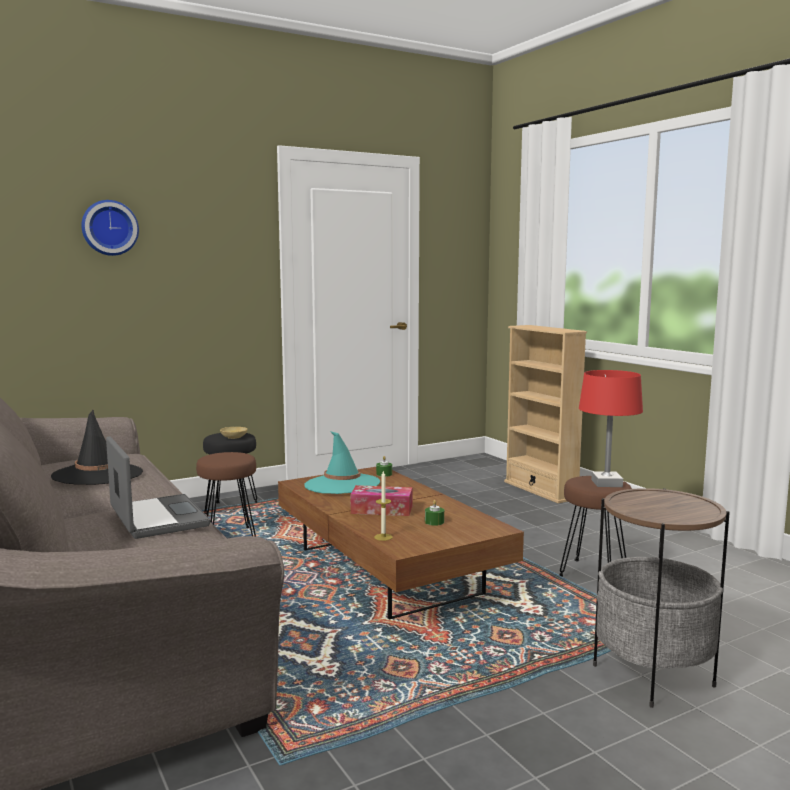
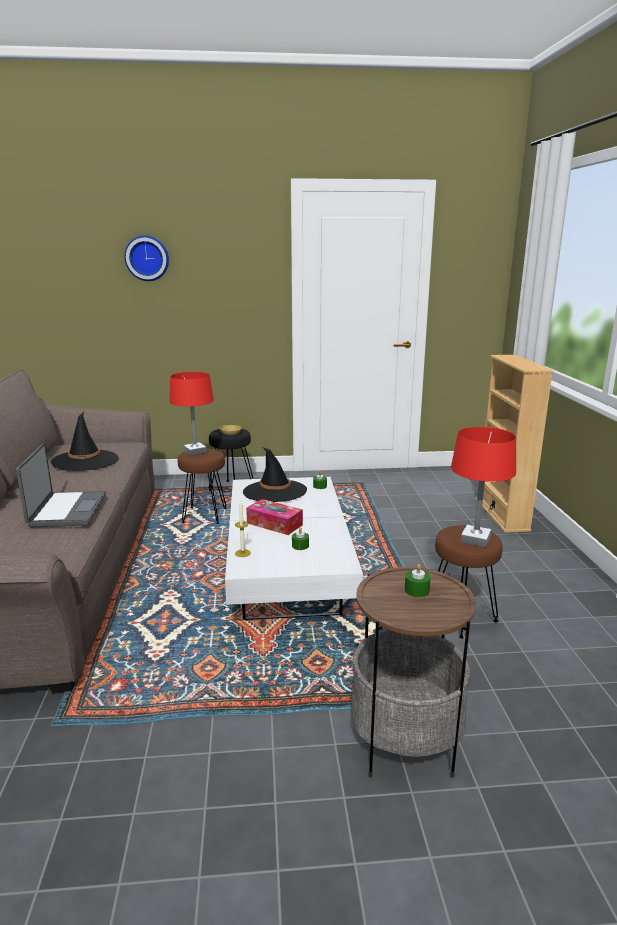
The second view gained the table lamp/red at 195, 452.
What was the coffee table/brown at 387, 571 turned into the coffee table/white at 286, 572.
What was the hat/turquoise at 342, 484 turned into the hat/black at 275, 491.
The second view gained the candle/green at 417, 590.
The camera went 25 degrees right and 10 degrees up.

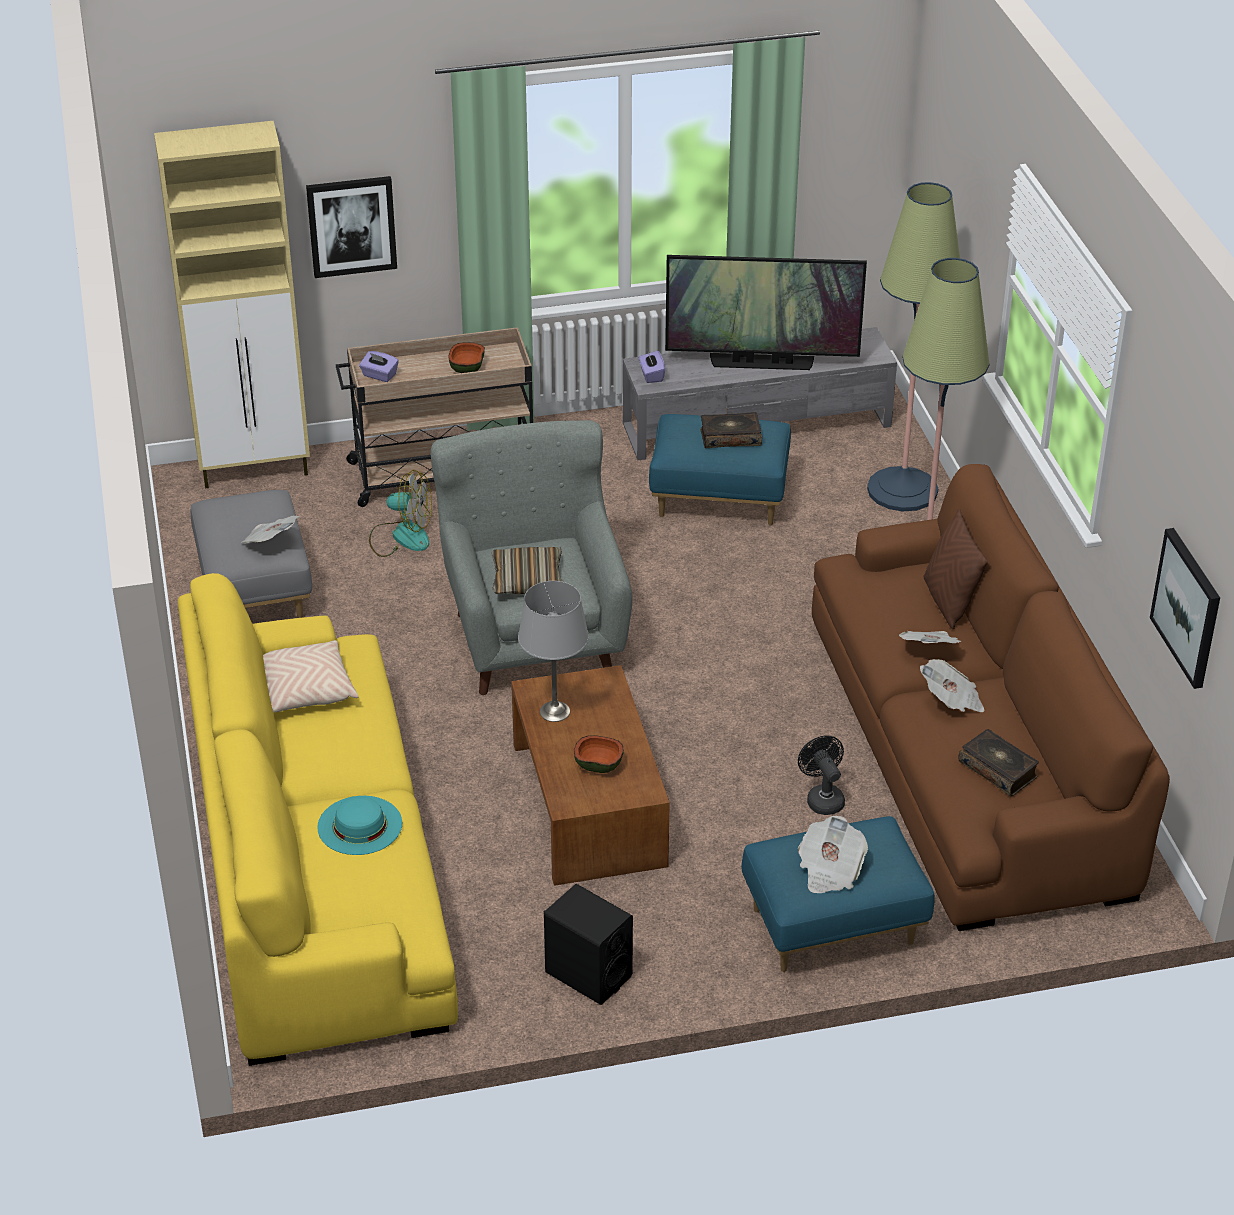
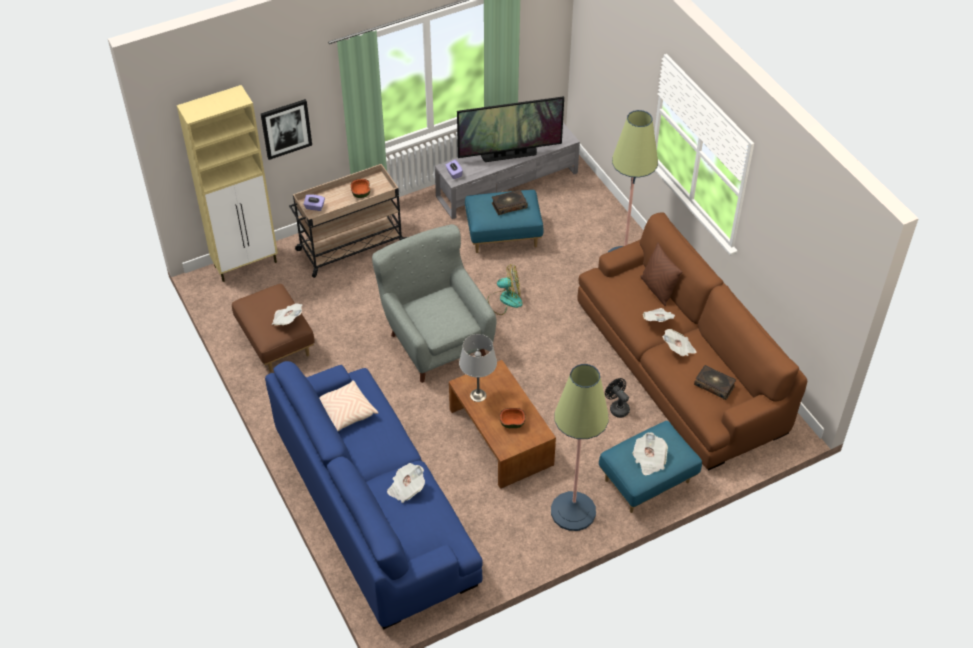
What was the ottoman/grey at 254, 590 turned into the ottoman/brown at 275, 342.
What was the sofa/yellow at 317, 867 turned into the sofa/blue at 374, 505.
Where the hat/turquoise stood at 359, 825, the newspaper came to stand at 406, 488.
The fan ended up elsewhere, having gone from 401, 537 to 505, 300.
The floor lamp ended up elsewhere, having gone from 902, 490 to 573, 511.
The second view lost the pillow at 527, 580.
The second view lost the speaker/black at 588, 974.
The second view lost the picture at 1188, 607.
The camera went 15 degrees left and 10 degrees up.

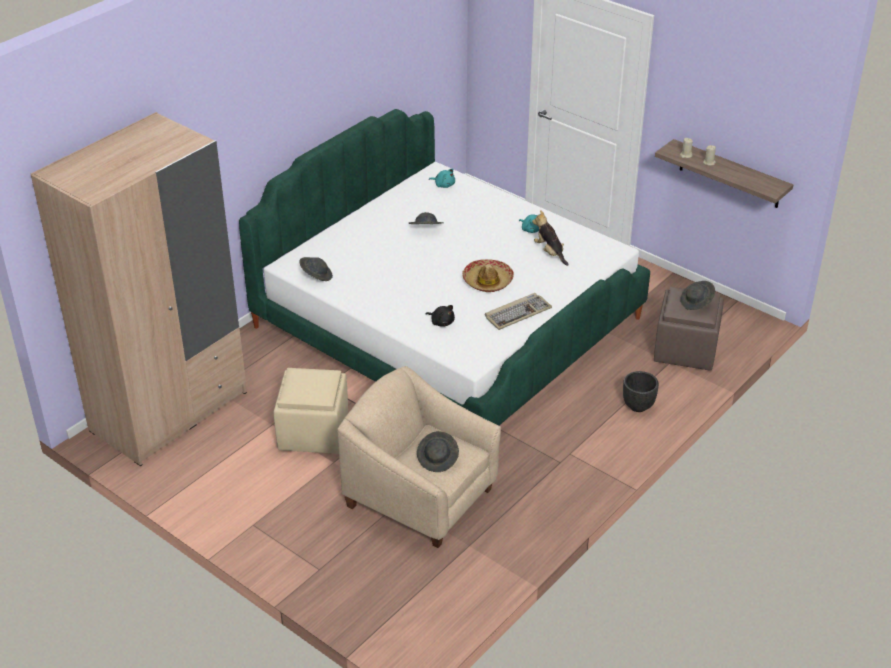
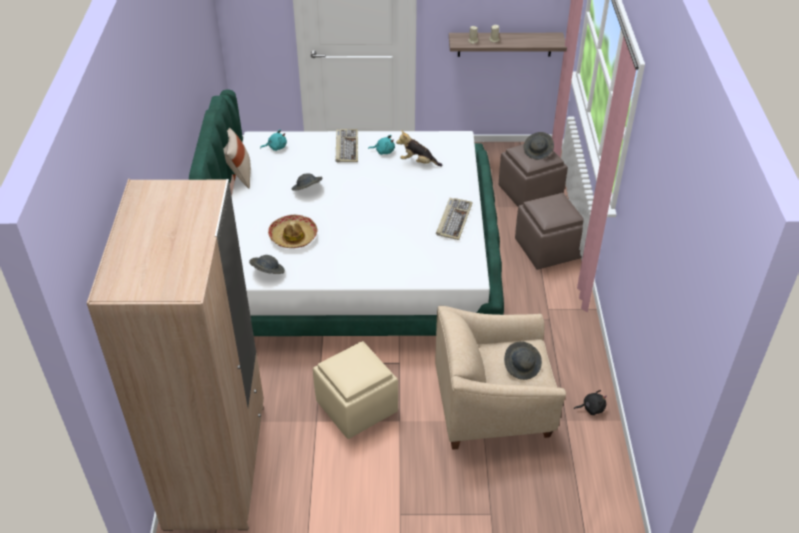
The second view gained the pillow/beige at 239, 175.
The hat ended up elsewhere, having gone from 487, 281 to 293, 236.
The second view gained the keyboard at 346, 147.
Where the planter/black stood at 638, 406, the ottoman/brown came to stand at 548, 249.
The plush toy/black ended up elsewhere, having gone from 441, 322 to 591, 408.
The camera went 40 degrees left and 5 degrees up.

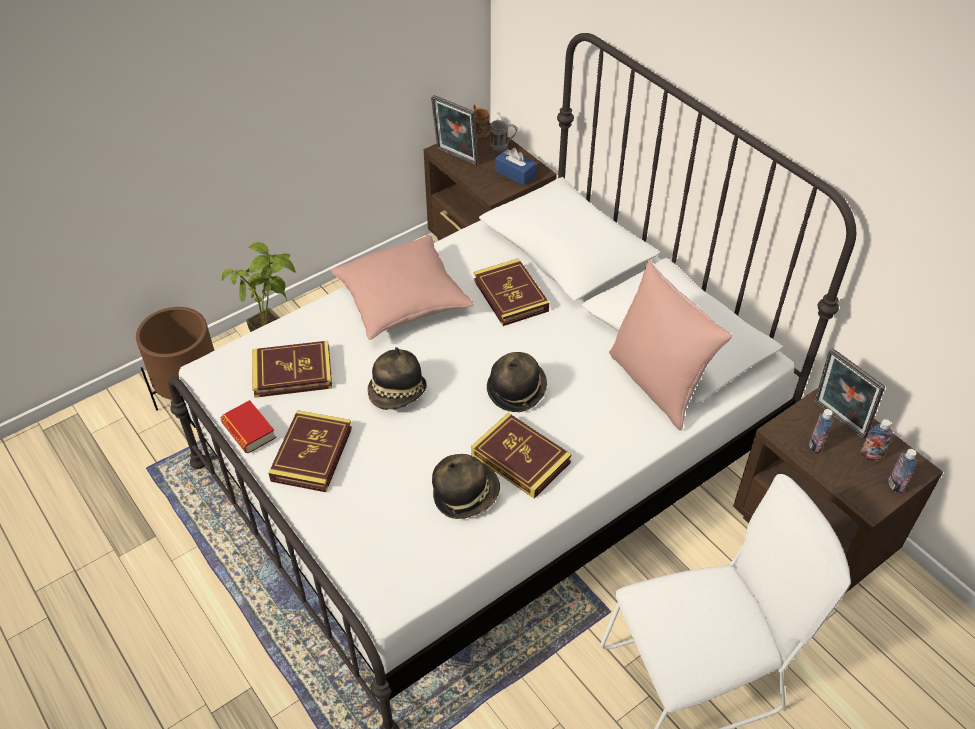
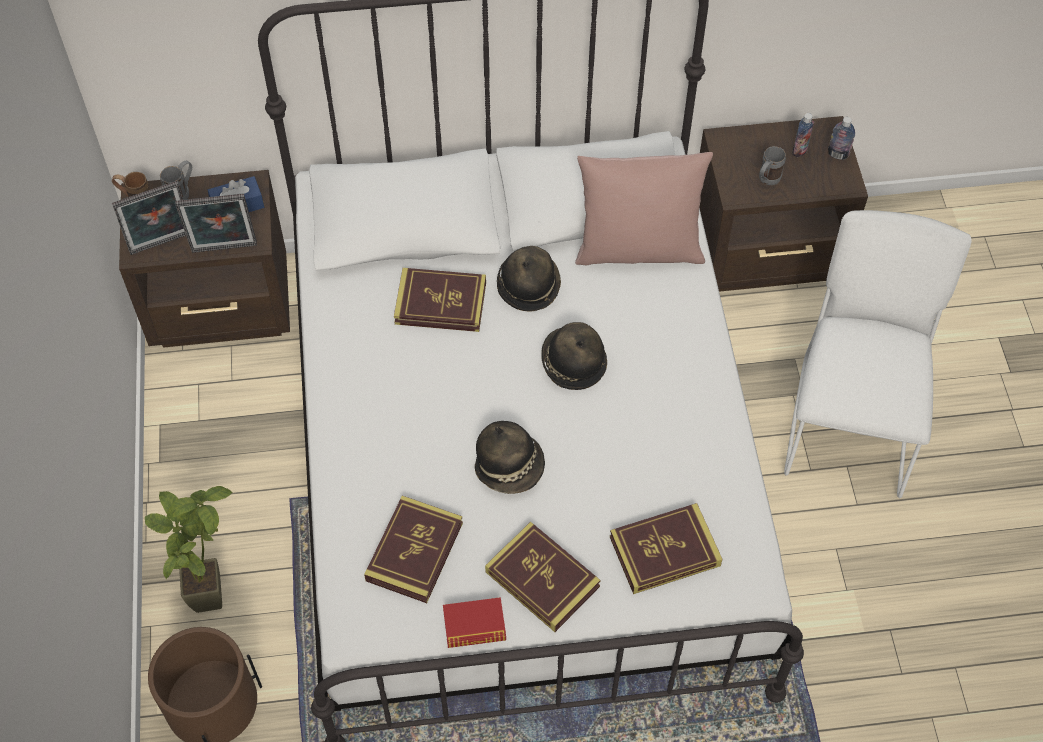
The picture frame ended up elsewhere, having gone from 837, 421 to 224, 250.
The hat ended up elsewhere, having gone from 465, 494 to 528, 285.
The book ended up elsewhere, having gone from 520, 458 to 664, 551.
Where the bottle stood at 815, 445, the mug/grey came to stand at 766, 180.
The second view lost the pillow/pink at 402, 300.
The camera went 60 degrees left and 10 degrees up.

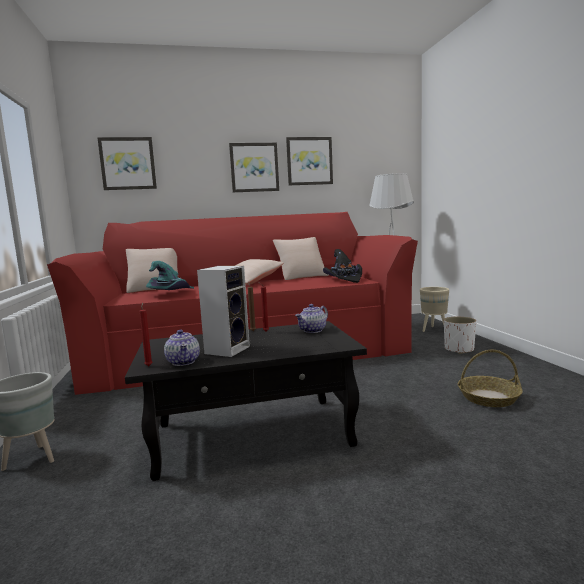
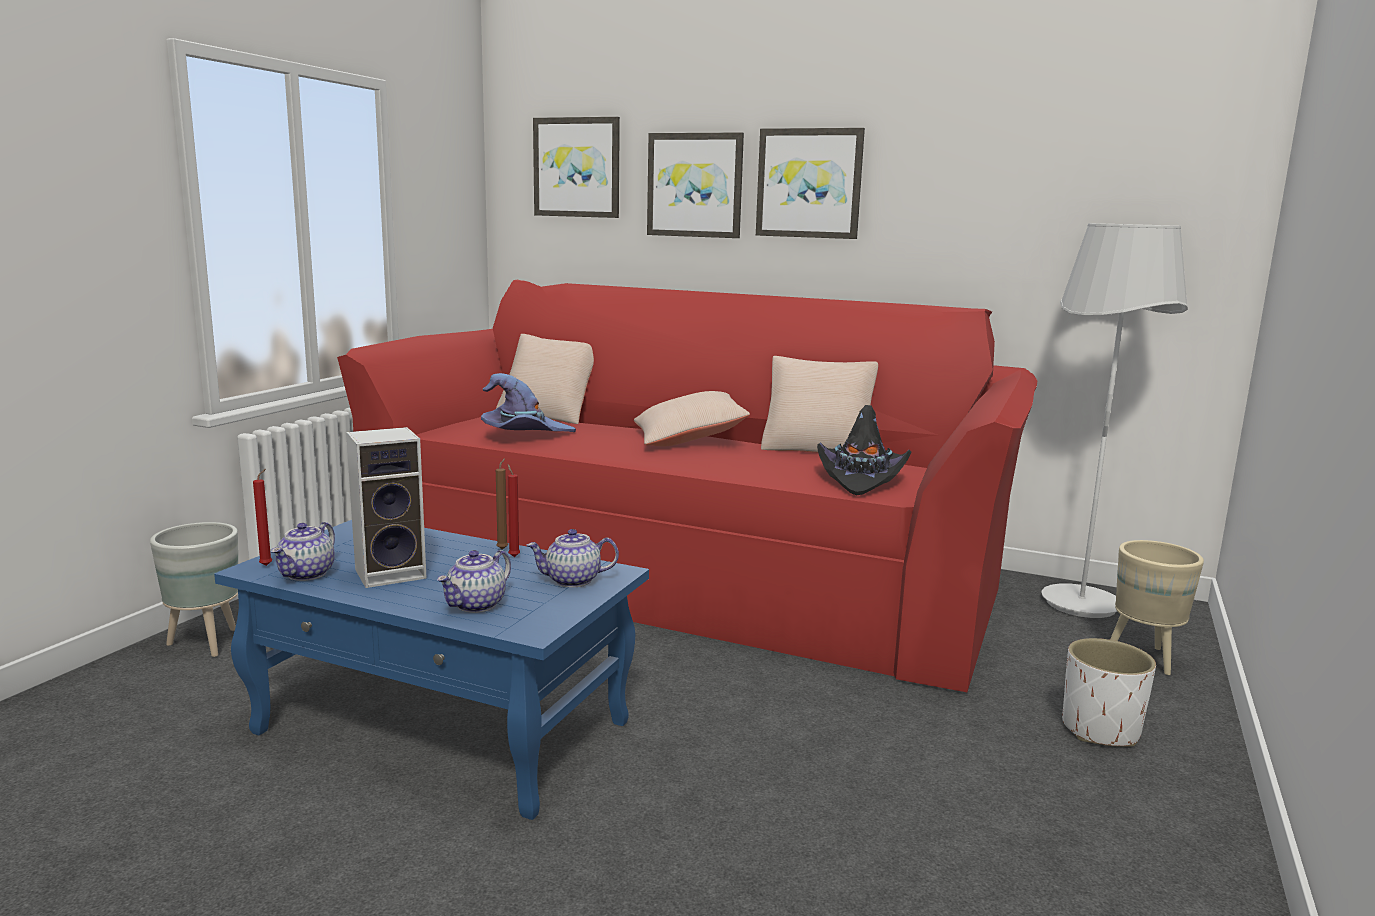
What was the coffee table/black at 253, 434 turned into the coffee table/blue at 445, 727.
The second view gained the teapot at 476, 605.
What was the hat/turquoise at 170, 292 turned into the hat/purple at 524, 433.
The picture ended up elsewhere, having gone from 309, 161 to 695, 185.
The second view lost the basket at 489, 398.
The camera went 35 degrees right and 5 degrees up.

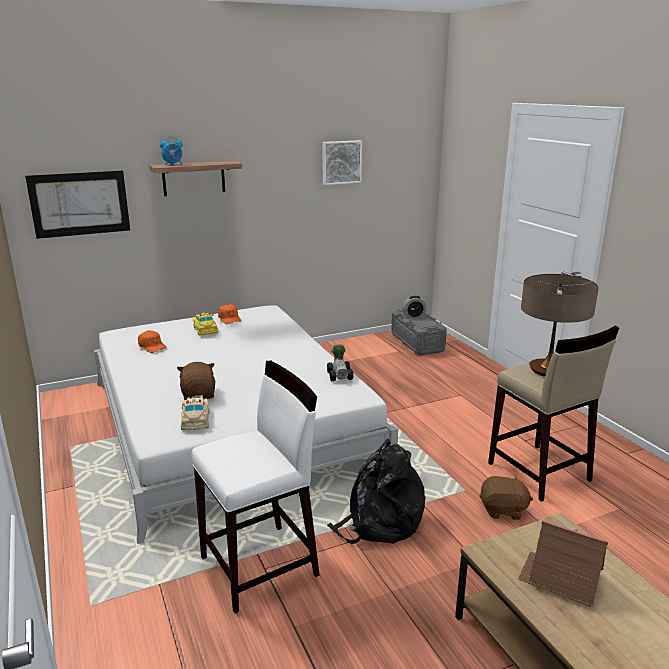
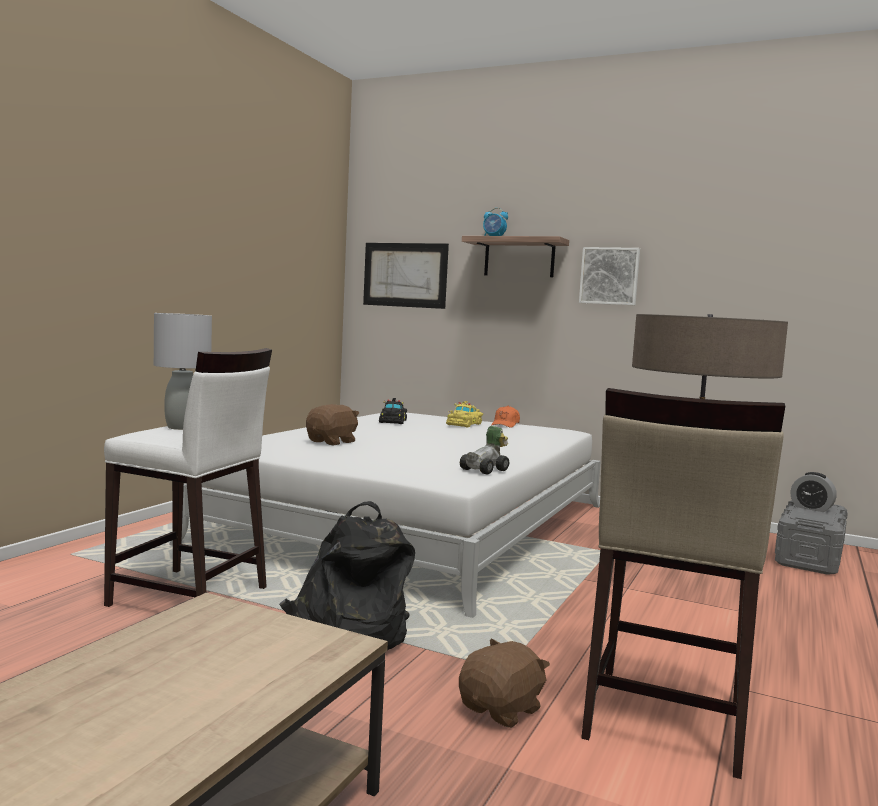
The second view gained the table lamp/grey at 182, 427.
Where the cap/orange stood at 152, 346, the toy car/black came to stand at 393, 421.
The plush toy/brown at 503, 510 ended up facing another way, 105 degrees counterclockwise from before.
The picture ended up elsewhere, having gone from 341, 162 to 609, 276.
The second view lost the toy car/beige at 196, 420.
The second view lost the toy house at 560, 579.
The camera went 50 degrees right and 15 degrees down.

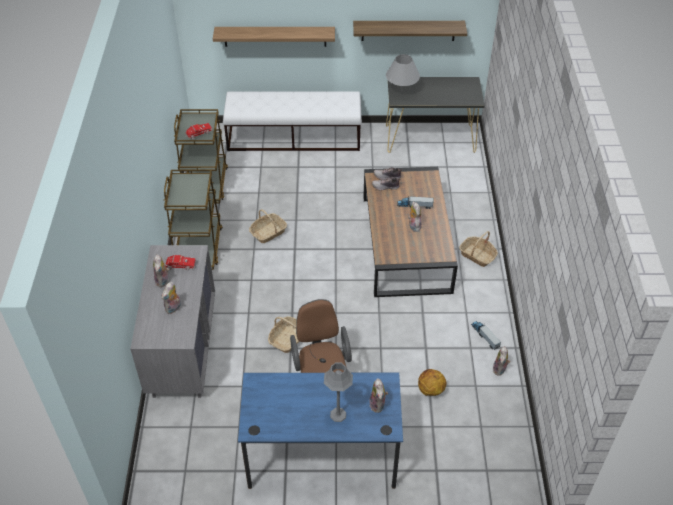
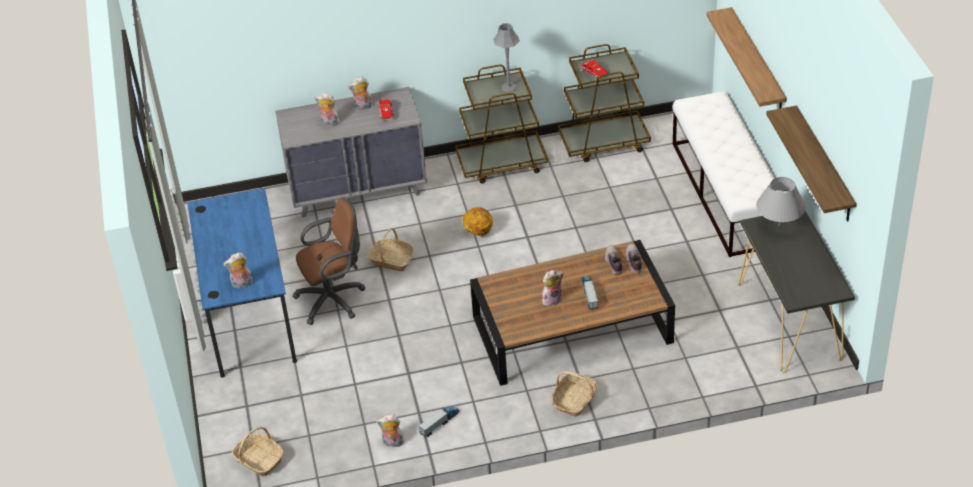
The basket ended up elsewhere, having gone from 268, 232 to 259, 460.
The basketball ended up elsewhere, having gone from 430, 390 to 478, 232.
The table lamp/grey ended up elsewhere, having gone from 338, 414 to 509, 87.
The camera went 80 degrees right and 5 degrees down.

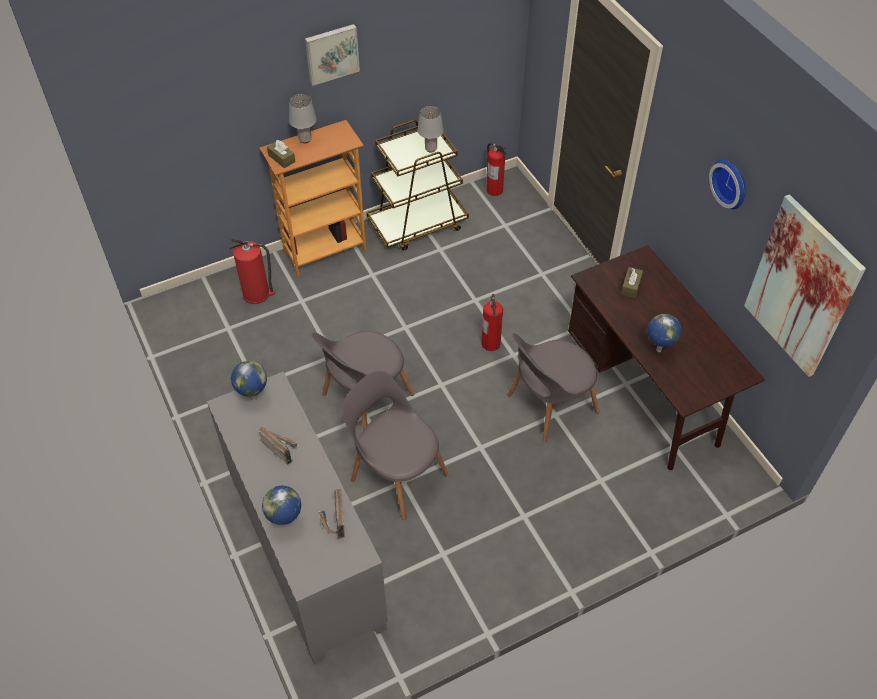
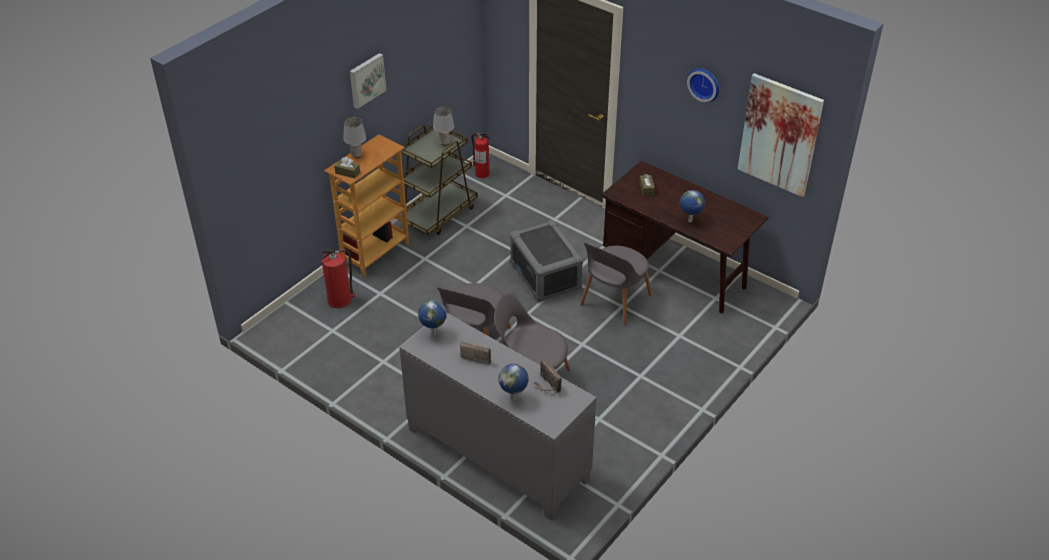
Where the fire extinguisher stood at 491, 343, the storage box/grey came to stand at 546, 275.
The camera went 25 degrees left and 10 degrees down.

